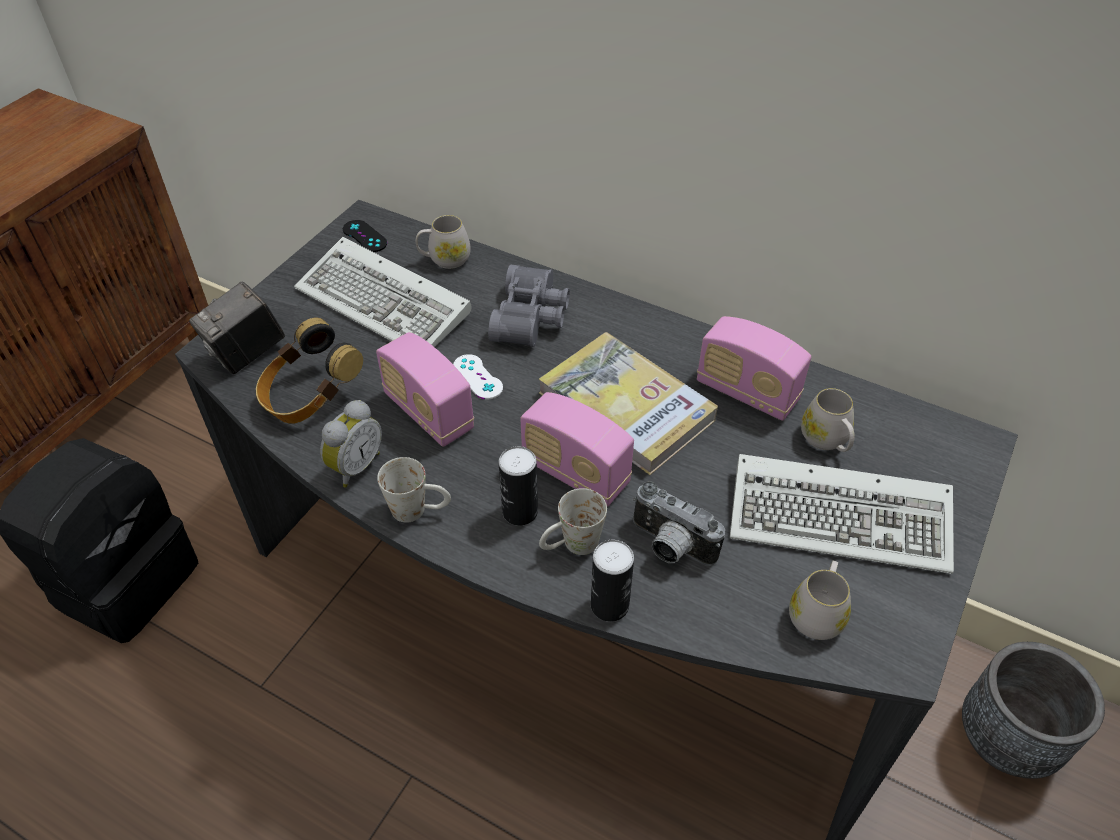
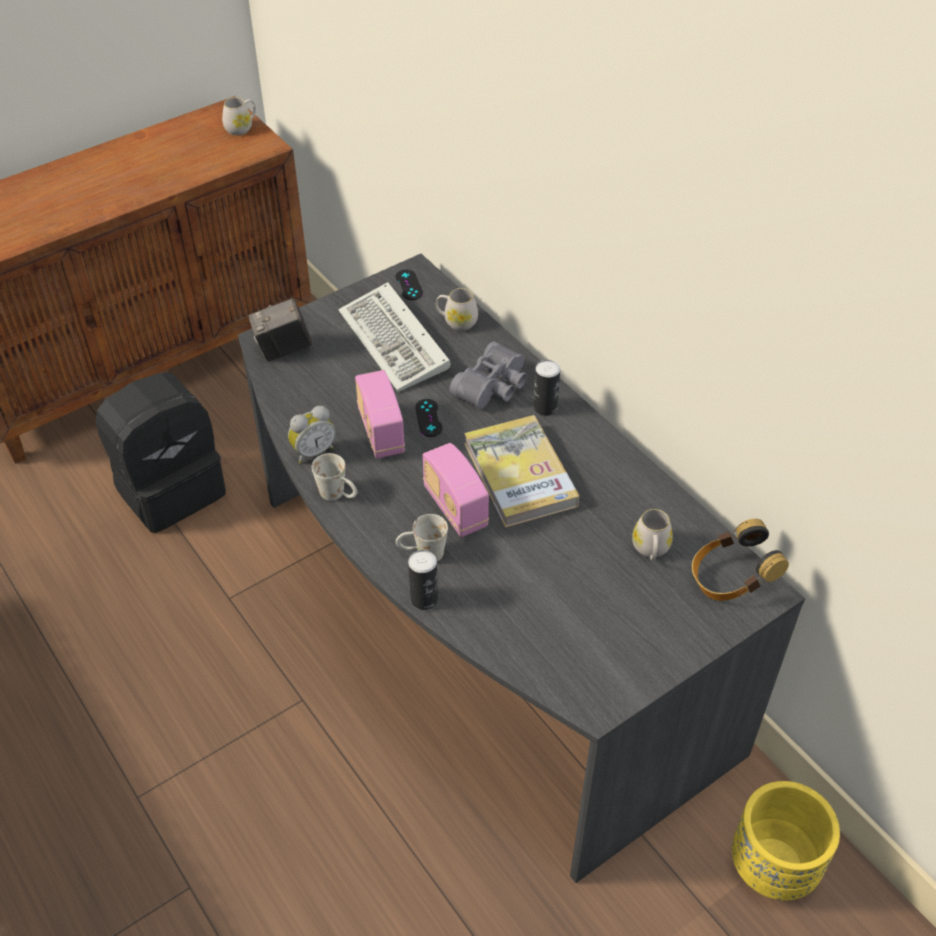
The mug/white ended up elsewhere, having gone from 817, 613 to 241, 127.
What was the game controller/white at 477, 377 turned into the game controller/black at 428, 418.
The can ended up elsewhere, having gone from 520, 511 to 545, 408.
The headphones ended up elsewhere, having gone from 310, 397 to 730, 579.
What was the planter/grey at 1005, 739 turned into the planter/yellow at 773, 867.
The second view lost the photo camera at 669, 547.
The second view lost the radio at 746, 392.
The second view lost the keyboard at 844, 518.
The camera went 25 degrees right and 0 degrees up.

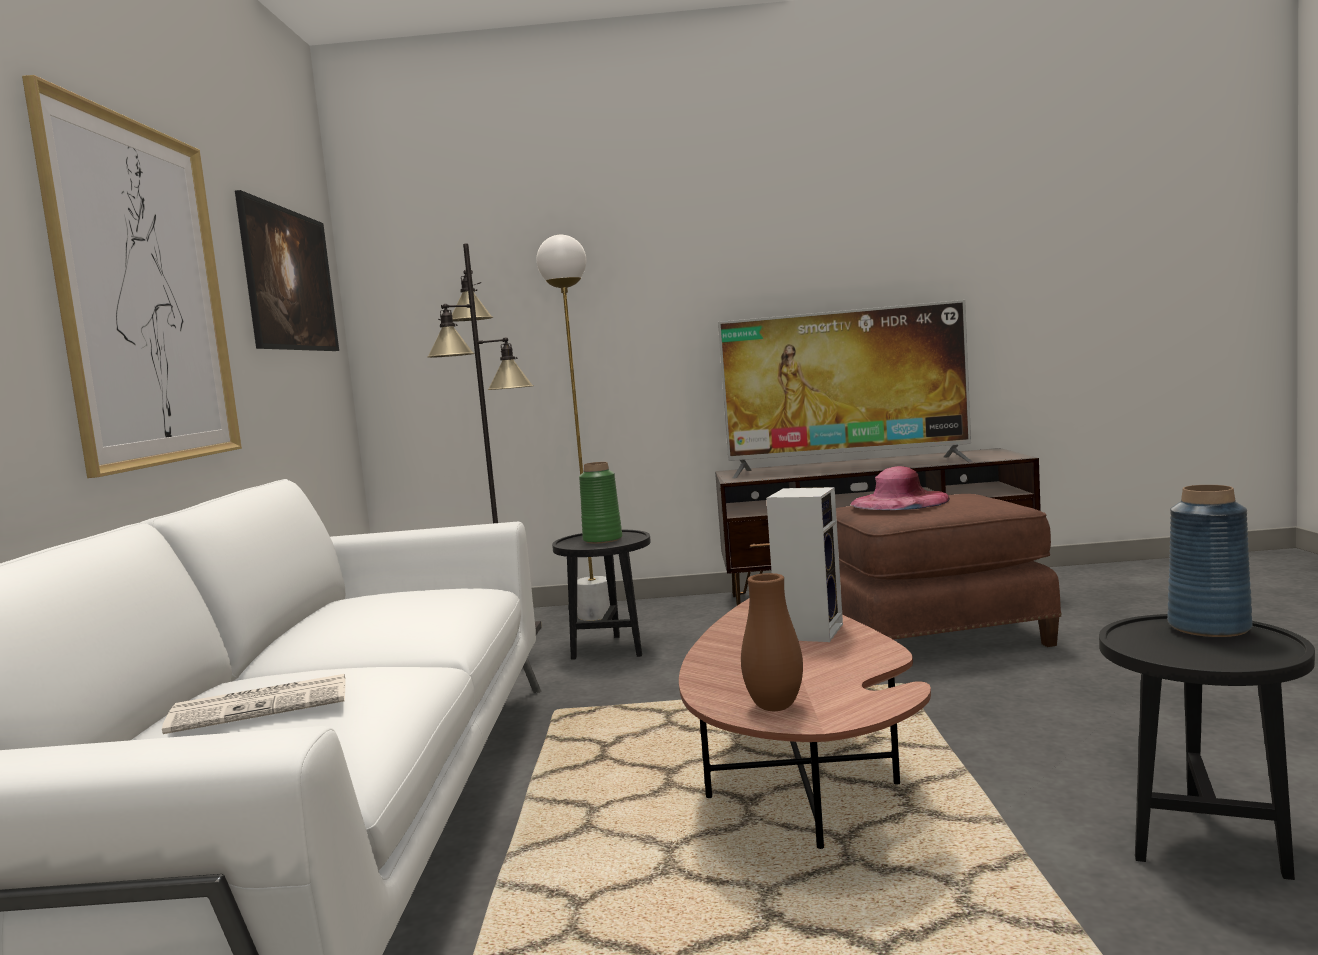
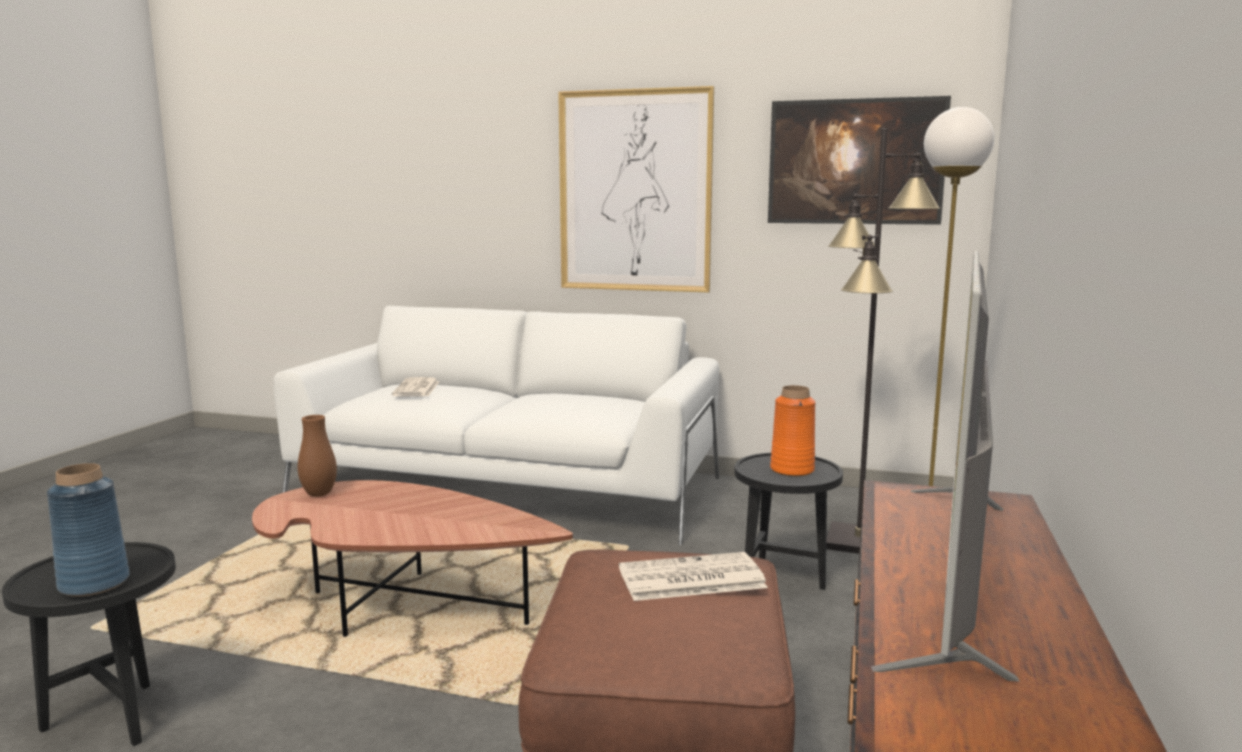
Where the hat/pink stood at 899, 501, the newspaper came to stand at 689, 579.
What was the vase/green at 602, 539 turned into the vase/orange at 792, 470.
The second view lost the speaker at 809, 631.
The camera went 105 degrees right and 5 degrees up.

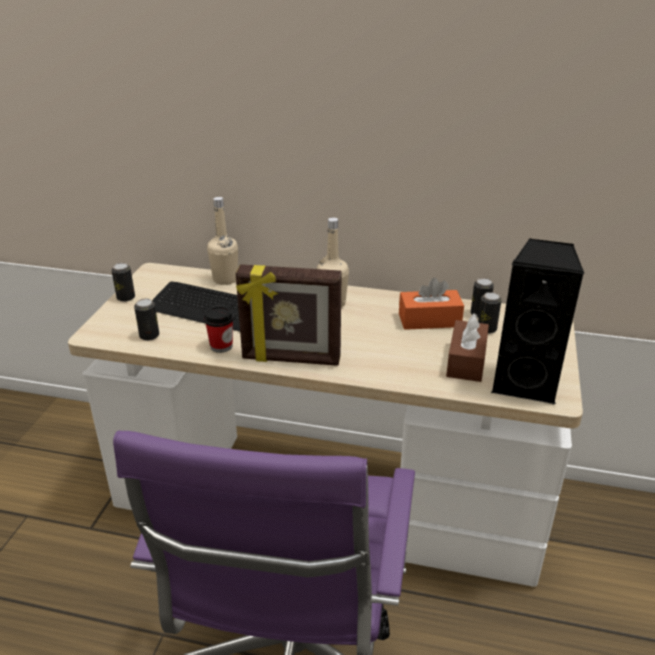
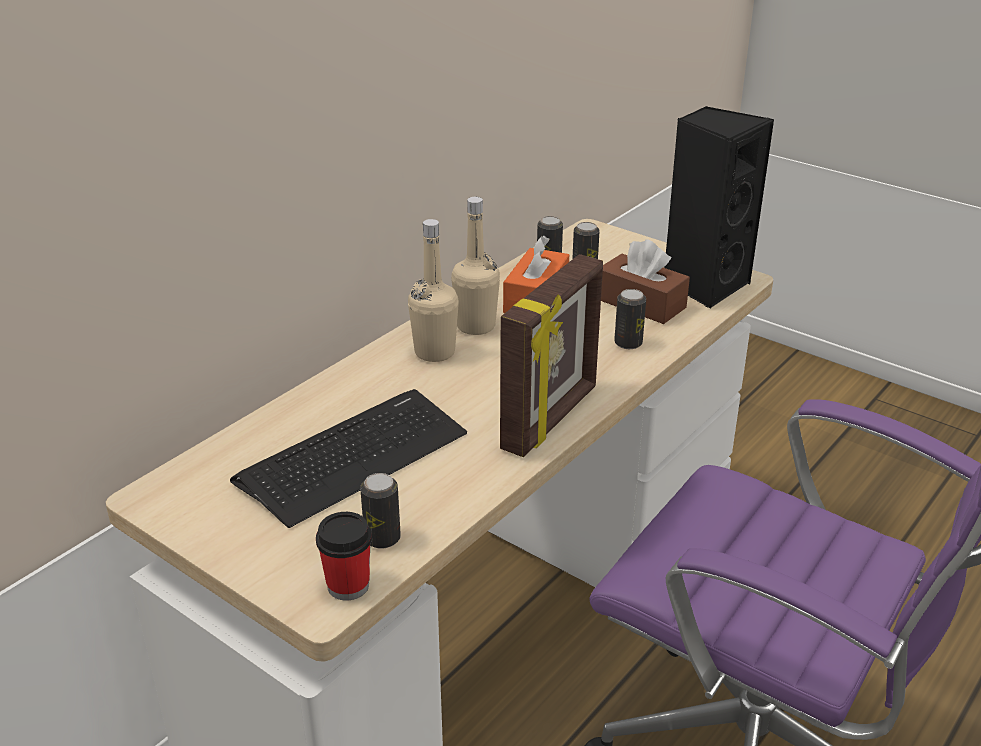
The cup ended up elsewhere, having gone from 221, 346 to 348, 585.
The bottle/beige ended up elsewhere, having gone from 225, 279 to 476, 326.
The can ended up elsewhere, having gone from 126, 298 to 628, 343.
The camera went 65 degrees left and 0 degrees up.

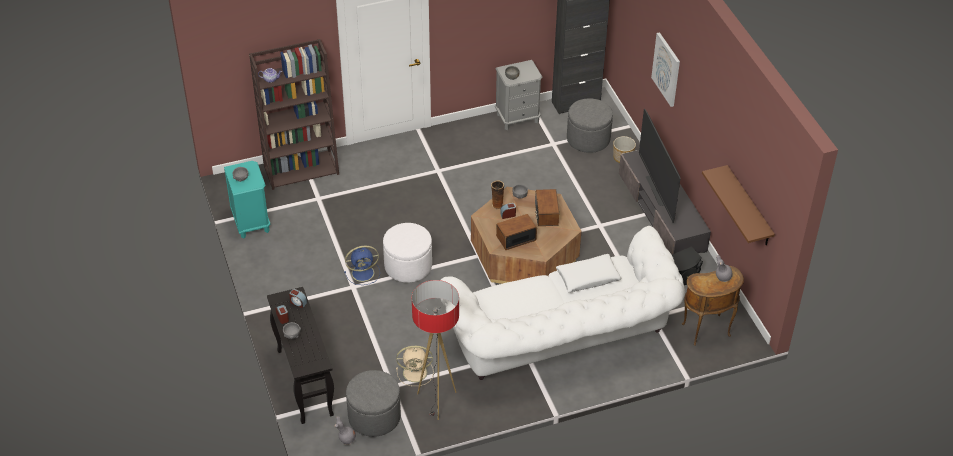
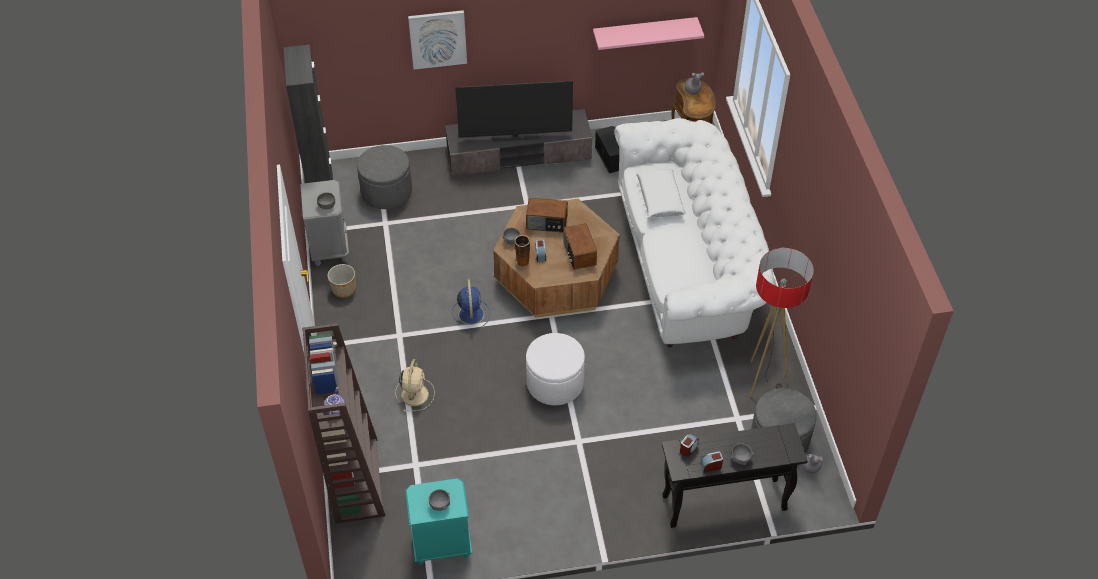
The planter ended up elsewhere, having gone from 623, 157 to 343, 289.
The fan/beige ended up elsewhere, having gone from 416, 372 to 415, 393.
The fan/blue ended up elsewhere, having gone from 364, 273 to 471, 313.
What was the shelf/brown at 749, 207 turned into the shelf/pink at 644, 32.
The camera went 80 degrees left and 5 degrees up.

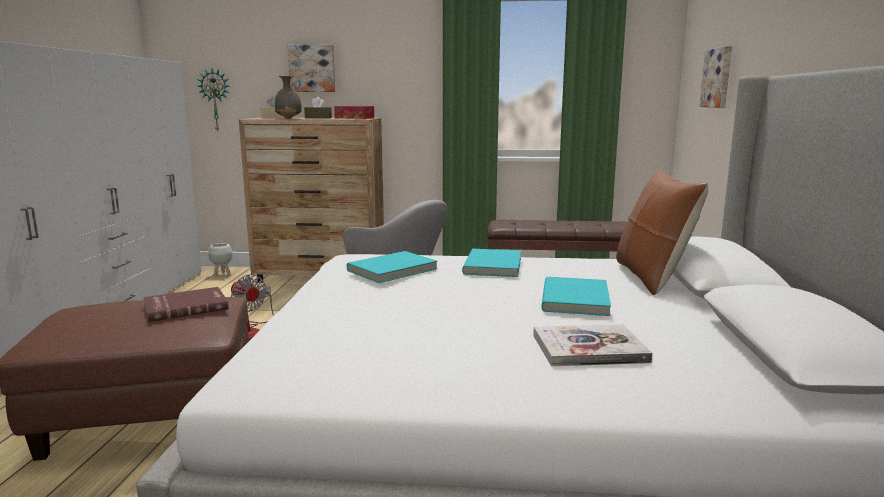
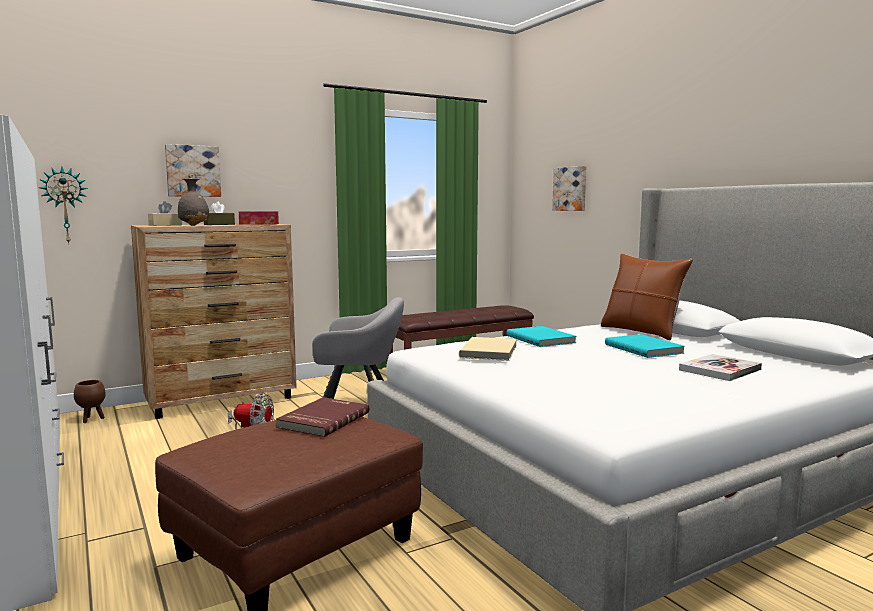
What was the planter/white at 222, 274 turned into the planter/brown at 92, 419.
What was the book/turquoise at 393, 270 turned into the book/beige at 490, 352.
The camera went 35 degrees left and 5 degrees down.

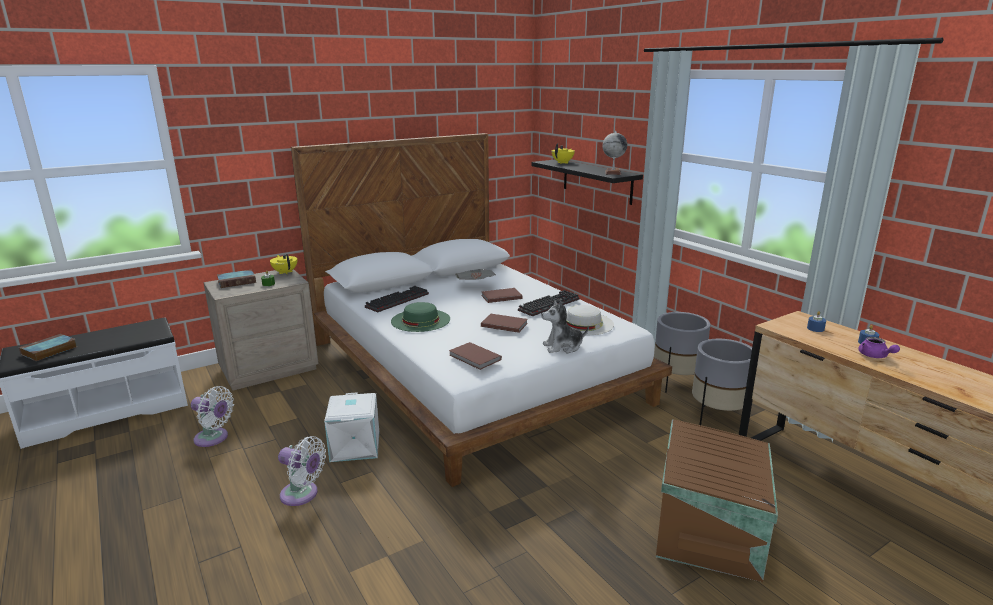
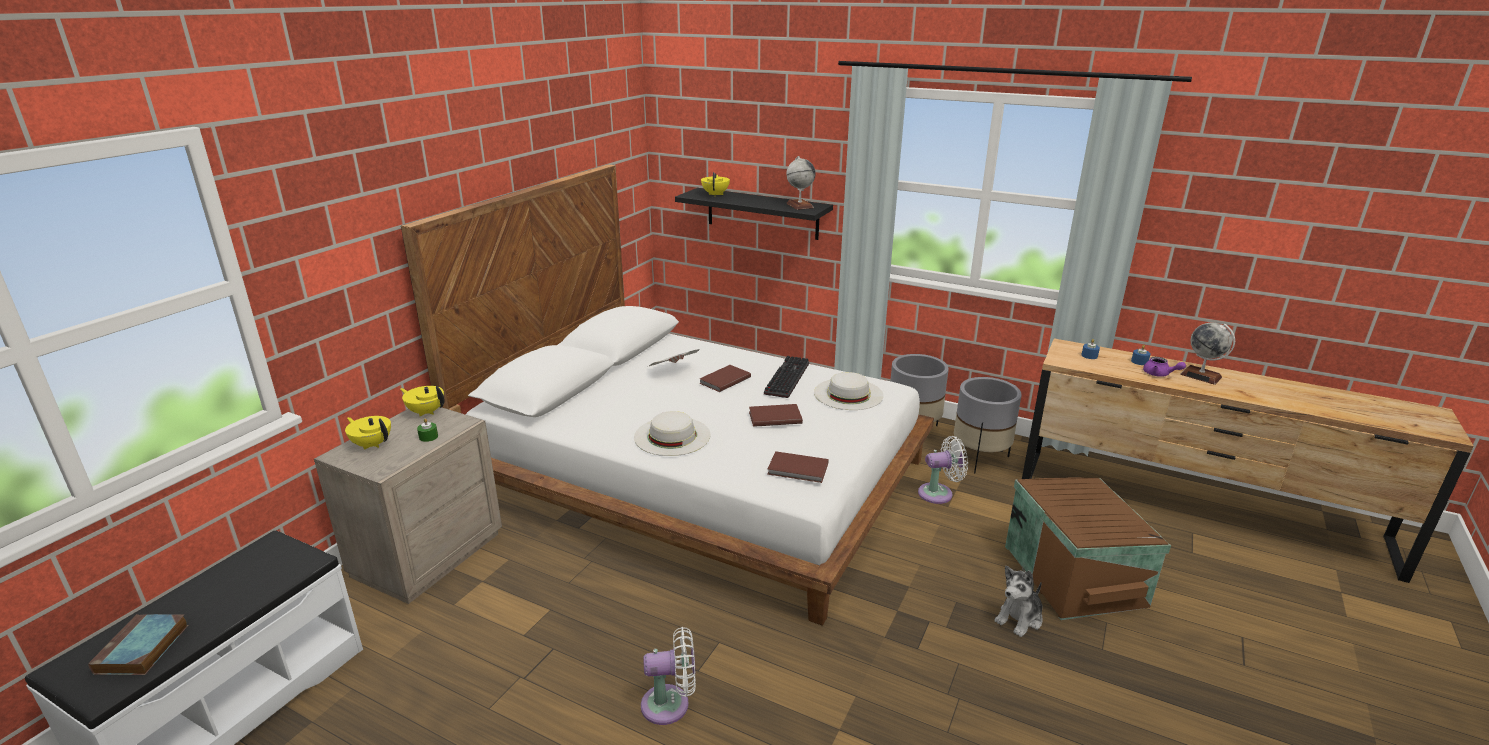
Where the book stood at 237, 281, the teapot/yellow came to stand at 372, 444.
What was the hat/green at 420, 320 turned into the hat/white at 672, 436.
The fan/white ended up elsewhere, having gone from 214, 438 to 939, 493.
The plush toy ended up elsewhere, having gone from 563, 347 to 1019, 618.
The second view gained the globe at 1201, 376.
The second view lost the storage box/white at 356, 446.
The second view lost the keyboard at 397, 300.
The camera went 30 degrees left and 5 degrees up.

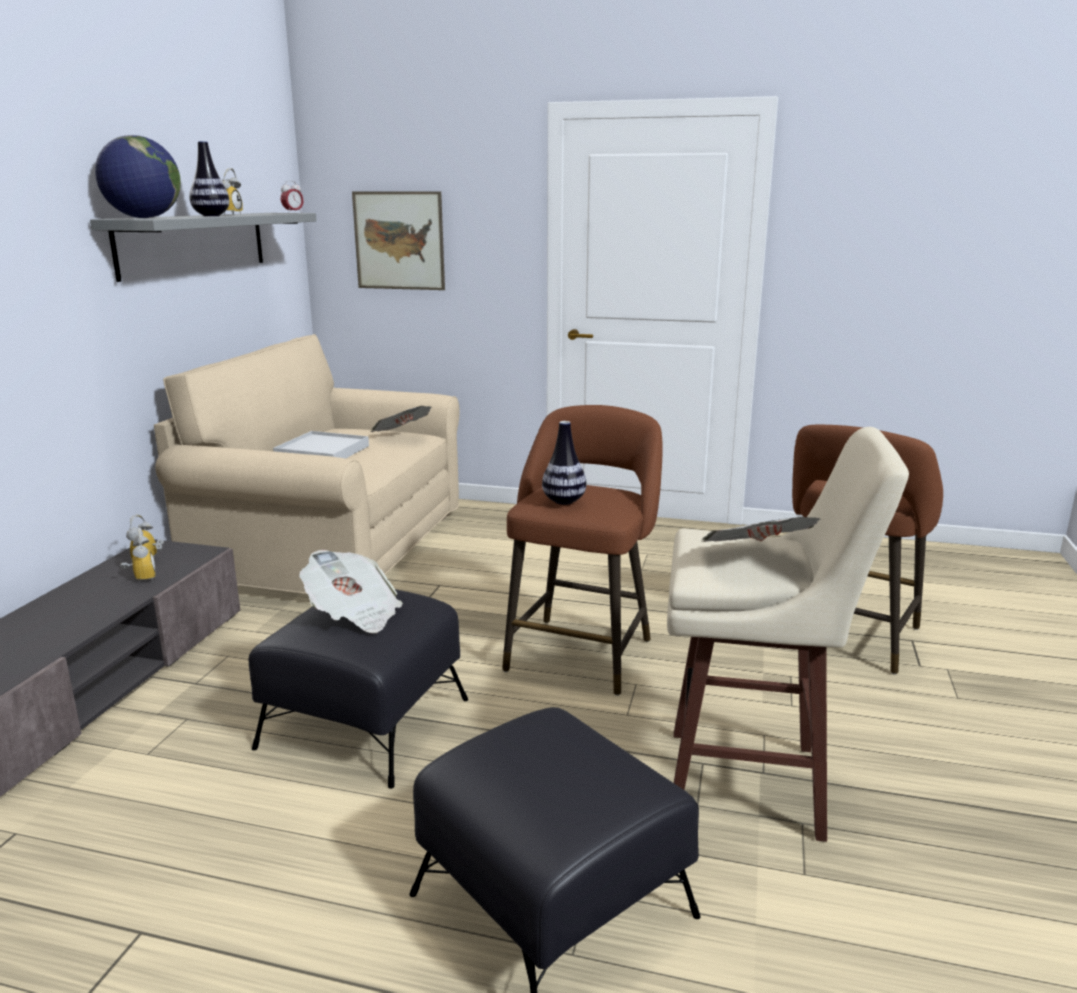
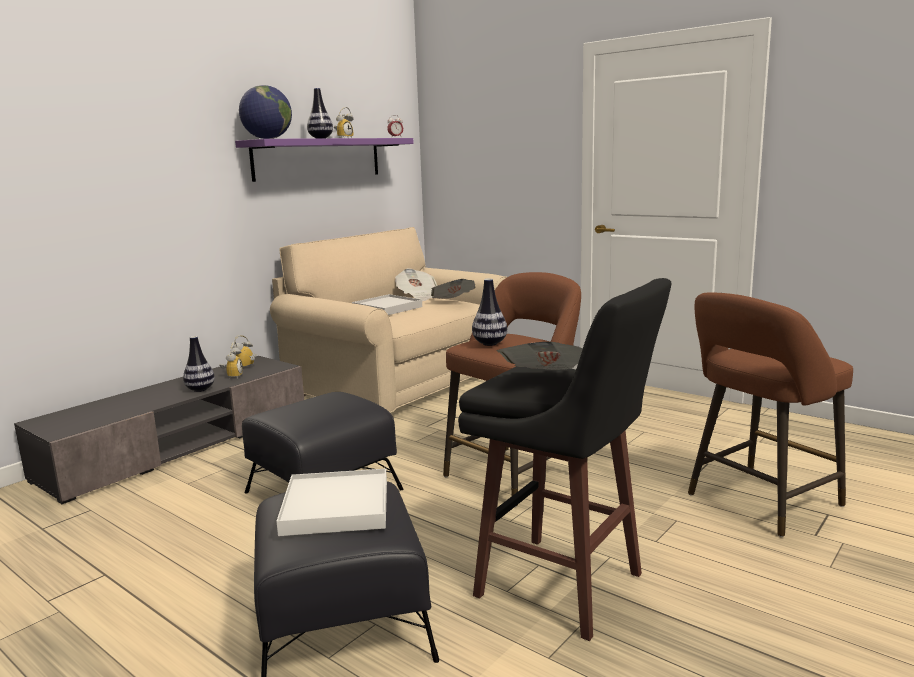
The second view gained the vase at 200, 389.
What was the shelf/grey at 194, 243 turned into the shelf/purple at 318, 159.
The second view gained the tray/white at 336, 507.
The newspaper ended up elsewhere, having gone from 354, 614 to 417, 297.
What was the stool/beige at 750, 785 turned into the stool/black at 563, 587.
The second view lost the picture at 399, 241.
The camera went 25 degrees right and 5 degrees down.

